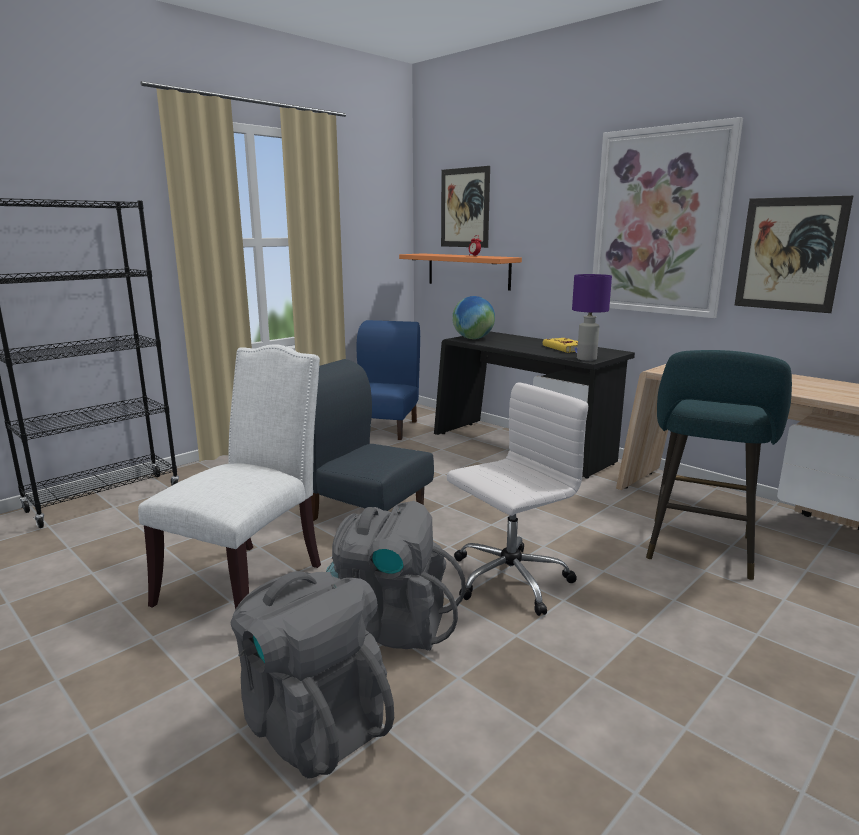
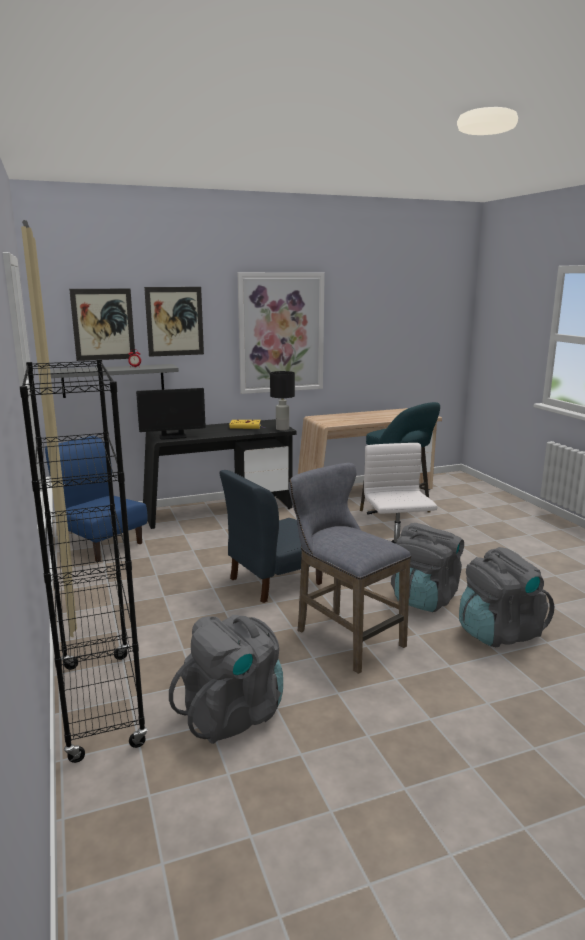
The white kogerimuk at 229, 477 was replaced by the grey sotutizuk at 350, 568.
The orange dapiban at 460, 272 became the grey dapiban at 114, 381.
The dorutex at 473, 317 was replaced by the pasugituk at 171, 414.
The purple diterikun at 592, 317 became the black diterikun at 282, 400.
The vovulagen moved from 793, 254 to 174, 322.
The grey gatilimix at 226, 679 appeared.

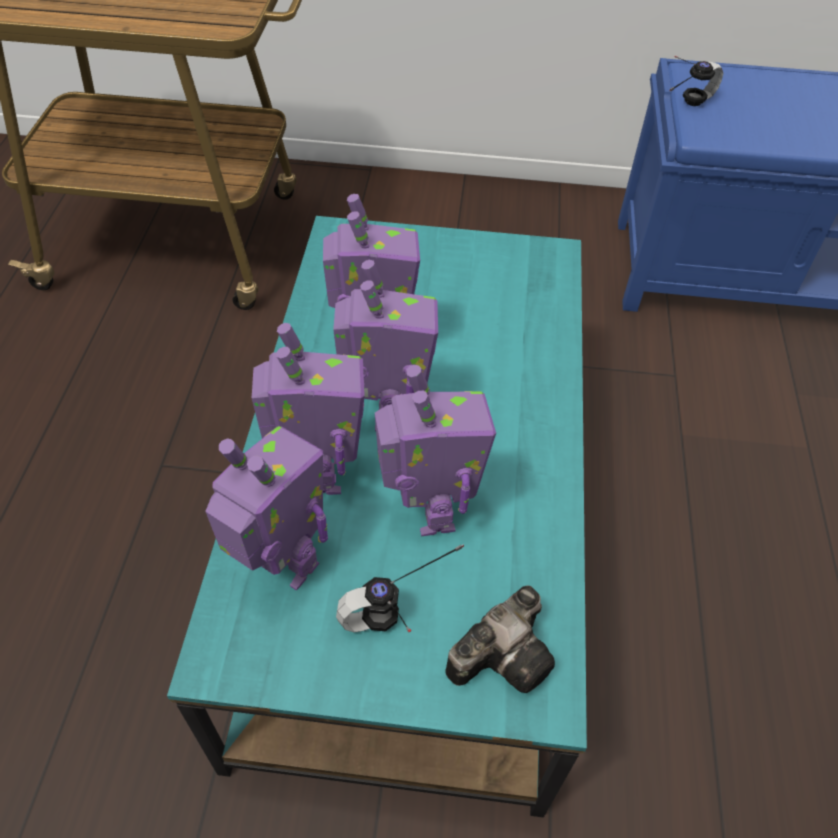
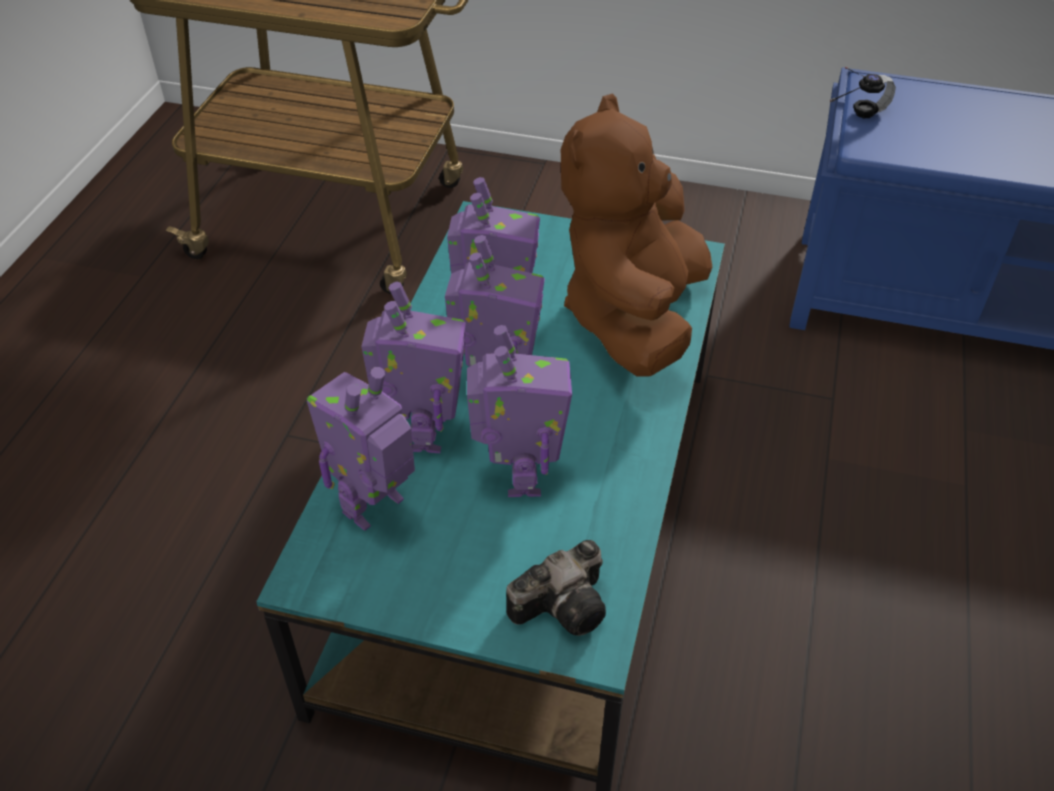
The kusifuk at 266, 508 turned 90 degrees counterclockwise.
The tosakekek at 400, 588 disappeared.
The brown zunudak at 636, 234 appeared.

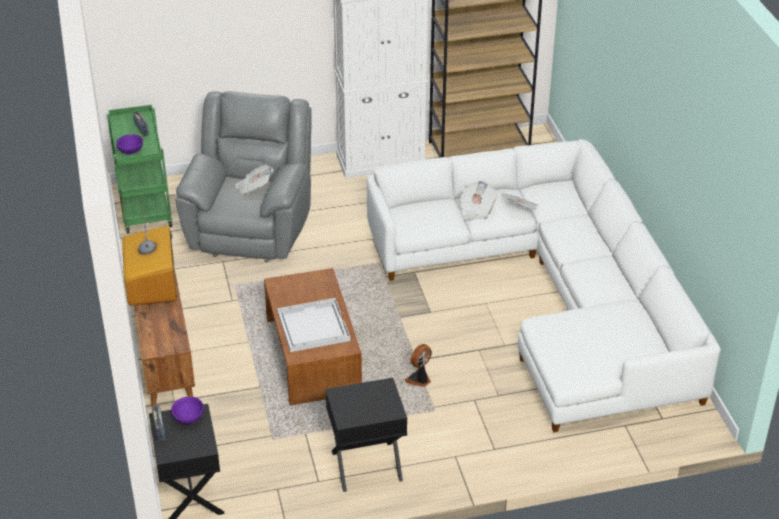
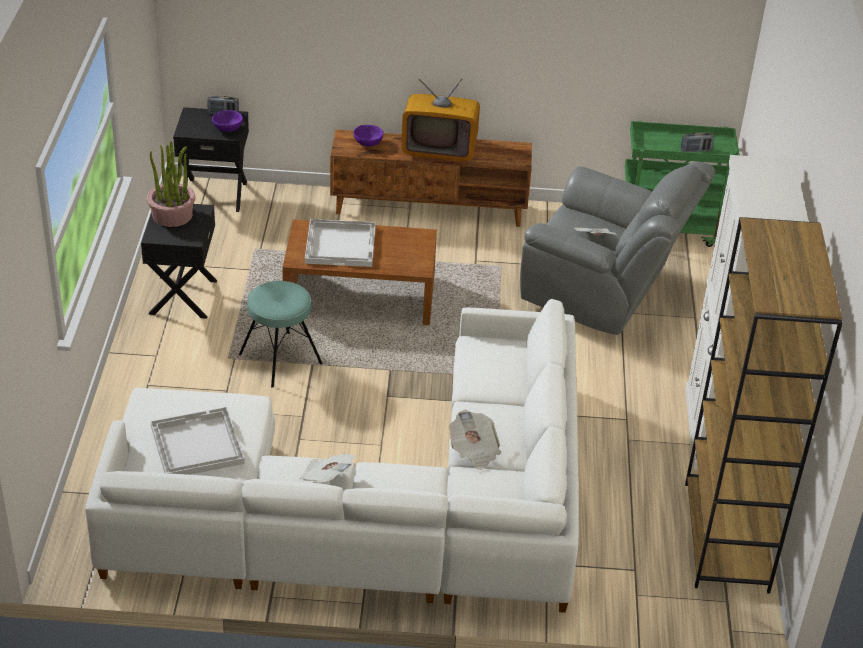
The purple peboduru moved from 129, 144 to 368, 136.
The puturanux at 418, 365 was replaced by the turquoise sotutizuk at 281, 334.
The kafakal moved from 478, 200 to 327, 468.
The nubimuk at 171, 184 appeared.
The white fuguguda at 197, 441 appeared.

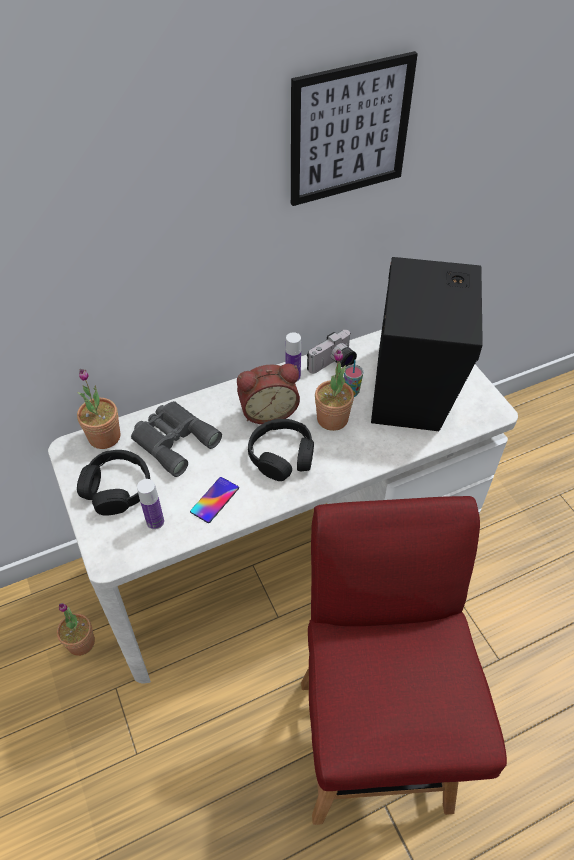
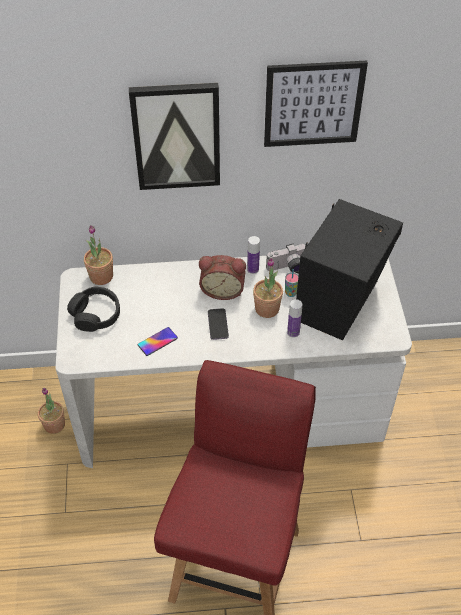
The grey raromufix at 176, 439 disappeared.
The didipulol moved from 150, 504 to 294, 318.
The black tosakekek at 281, 450 was replaced by the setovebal at 218, 324.
The vovulagen at 174, 136 appeared.

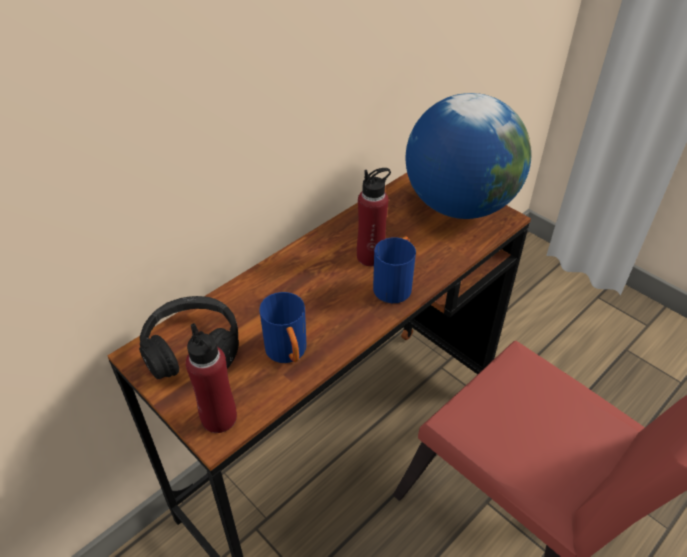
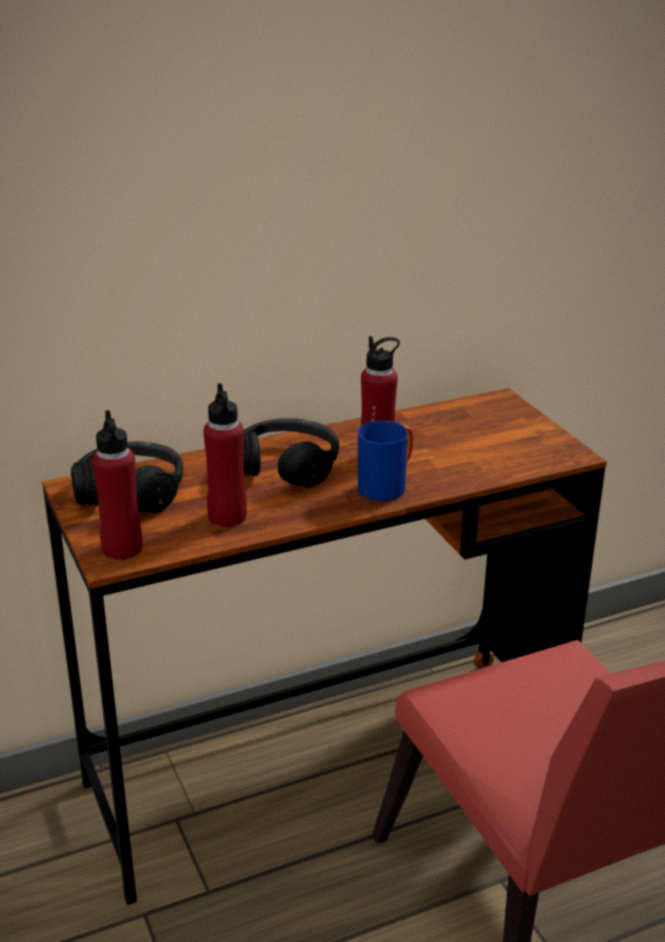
The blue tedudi at 283, 327 was replaced by the red didipulol at 225, 455.
The dorutex at 469, 156 disappeared.
The black tosakekek at 291, 453 appeared.

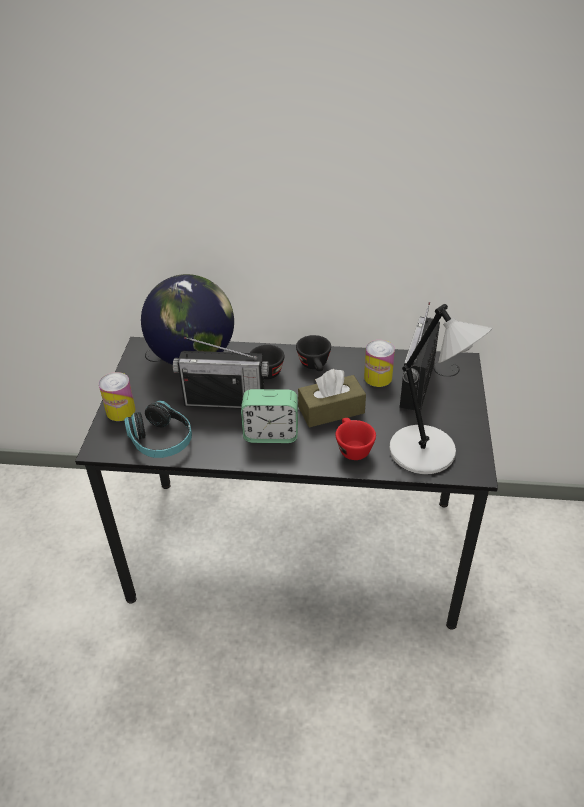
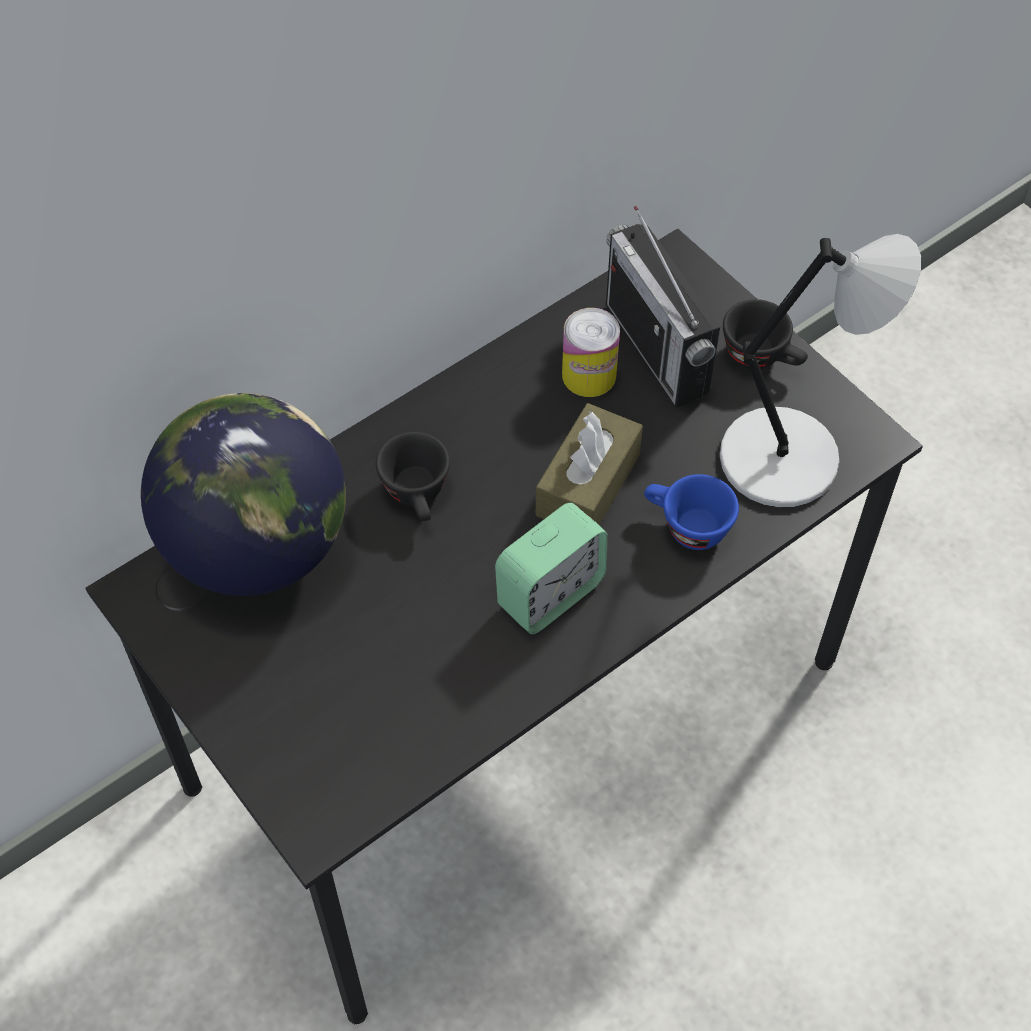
The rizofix at 117, 396 disappeared.
The tosakekek at 158, 429 disappeared.
The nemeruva at 221, 373 disappeared.
The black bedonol moved from 313, 353 to 765, 334.
The red bedonol at 356, 439 became the blue bedonol at 691, 512.

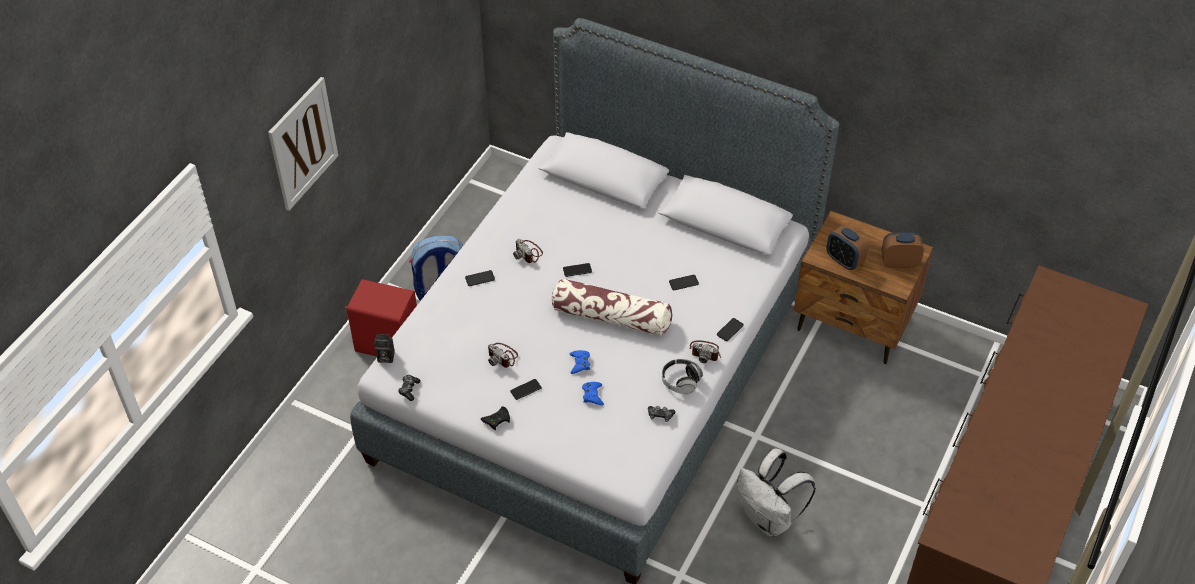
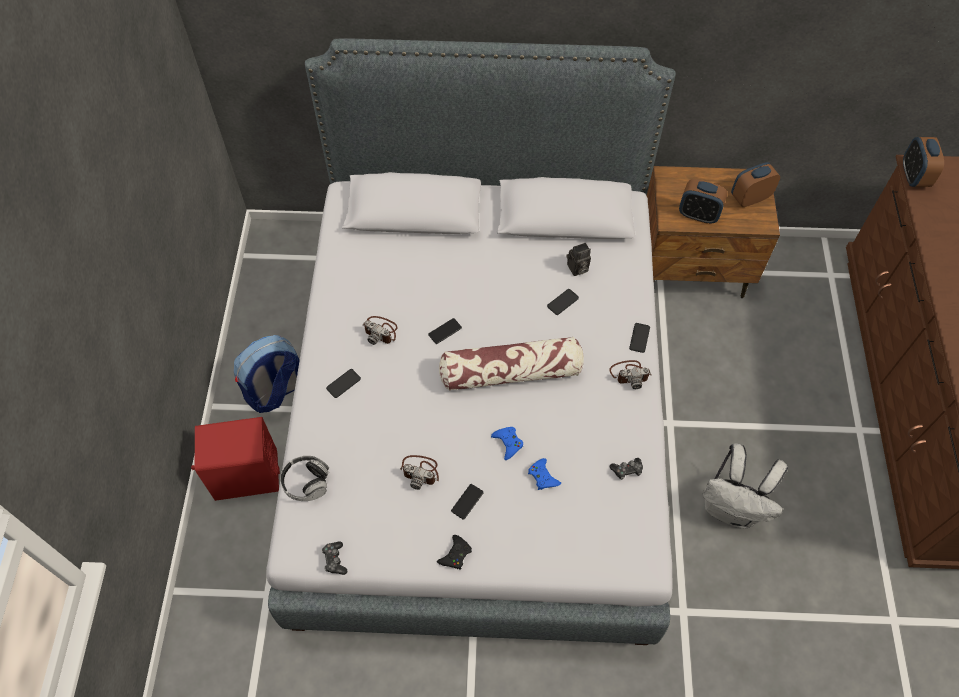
The vovulagen at 303, 144 disappeared.
The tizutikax moved from 384, 348 to 578, 259.
The tosakekek moved from 682, 376 to 304, 478.
The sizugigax at 923, 162 appeared.

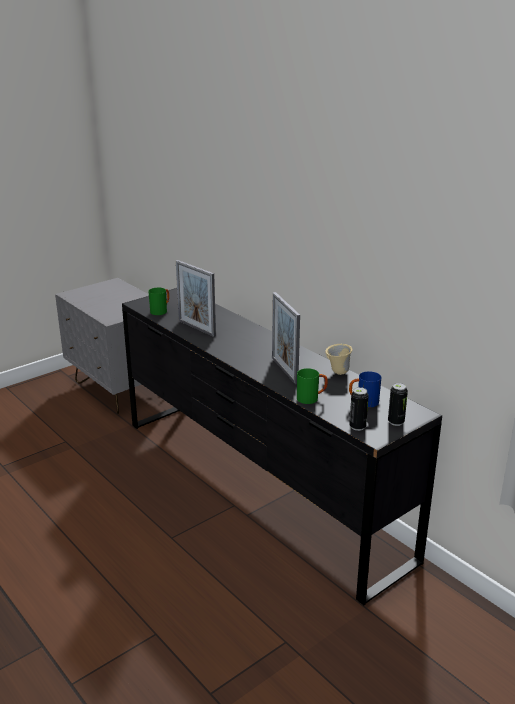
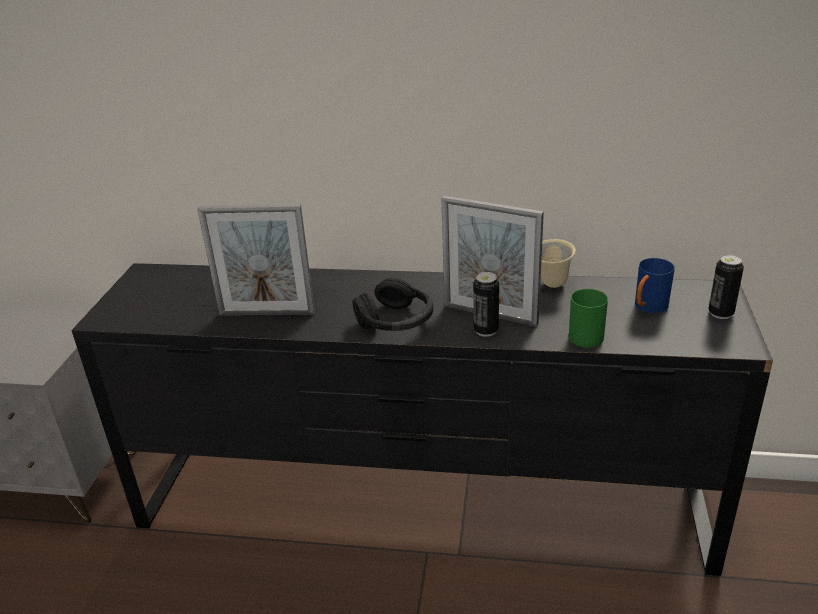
The green tedudi at 159, 301 disappeared.
The rizofix moved from 359, 409 to 486, 304.
The black tosakekek at 393, 304 appeared.

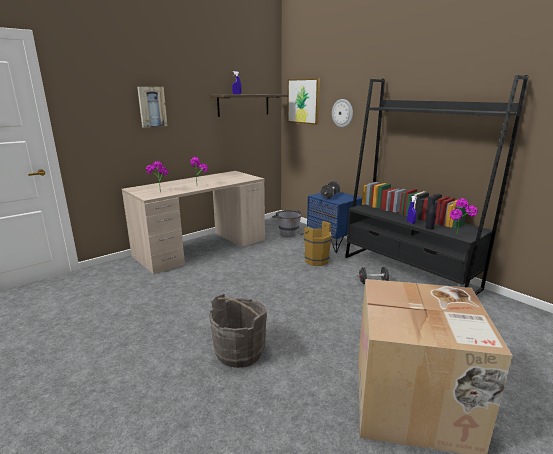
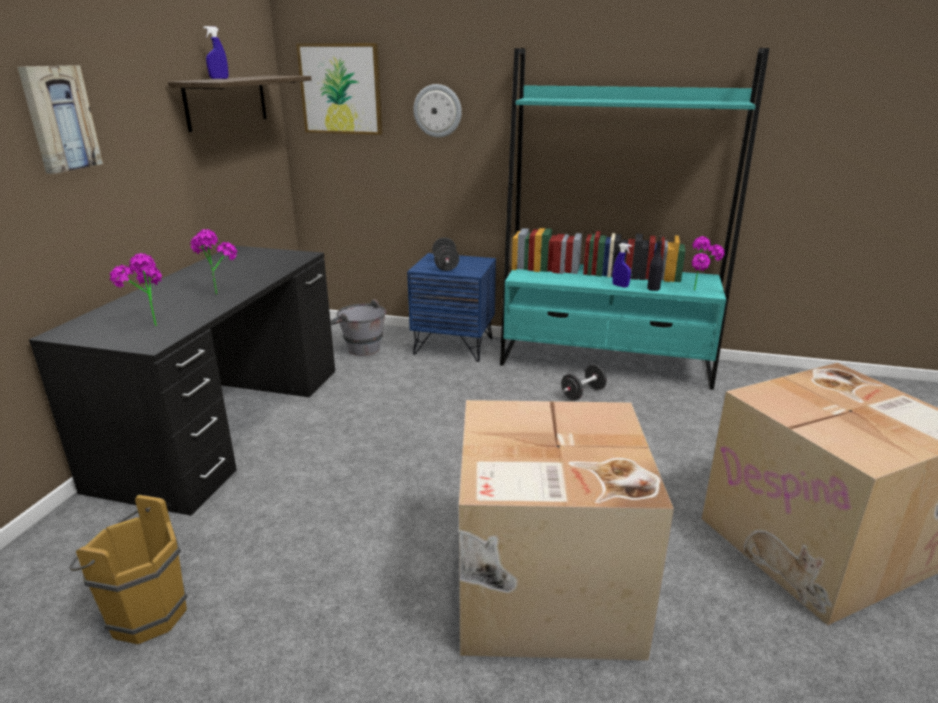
The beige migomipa at 193, 222 became the black migomipa at 182, 381.
The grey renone at 238, 331 was replaced by the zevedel at 566, 530.
The brown renone moved from 316, 243 to 128, 569.
The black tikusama at 437, 185 became the turquoise tikusama at 634, 219.

